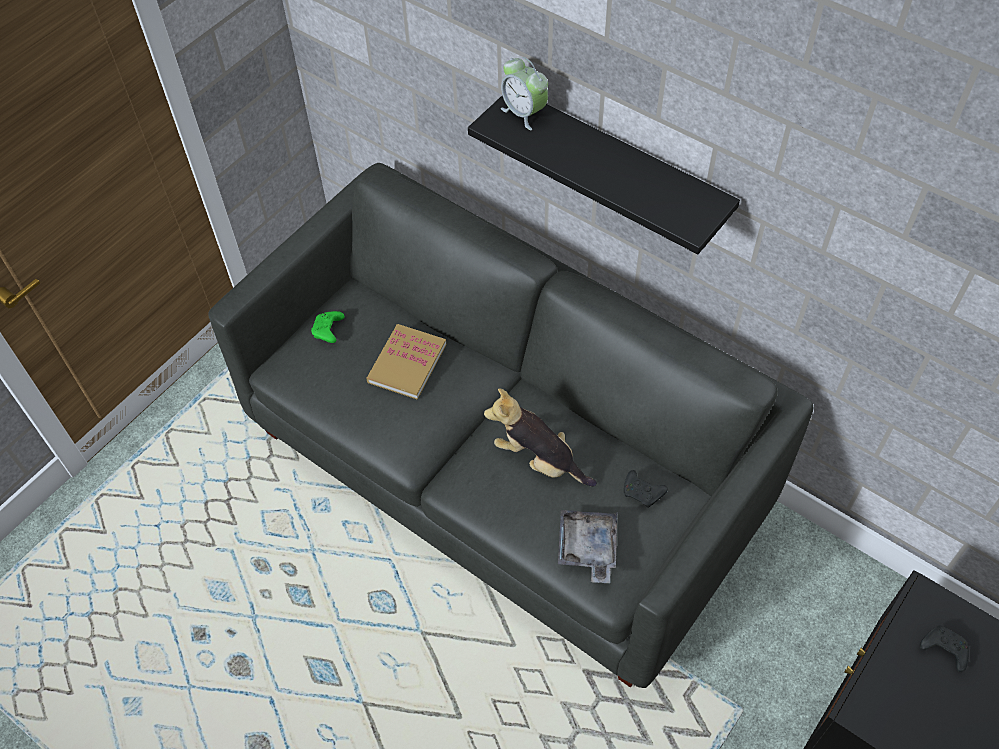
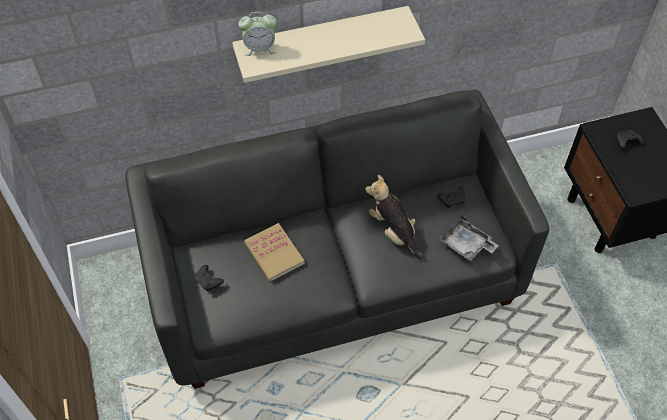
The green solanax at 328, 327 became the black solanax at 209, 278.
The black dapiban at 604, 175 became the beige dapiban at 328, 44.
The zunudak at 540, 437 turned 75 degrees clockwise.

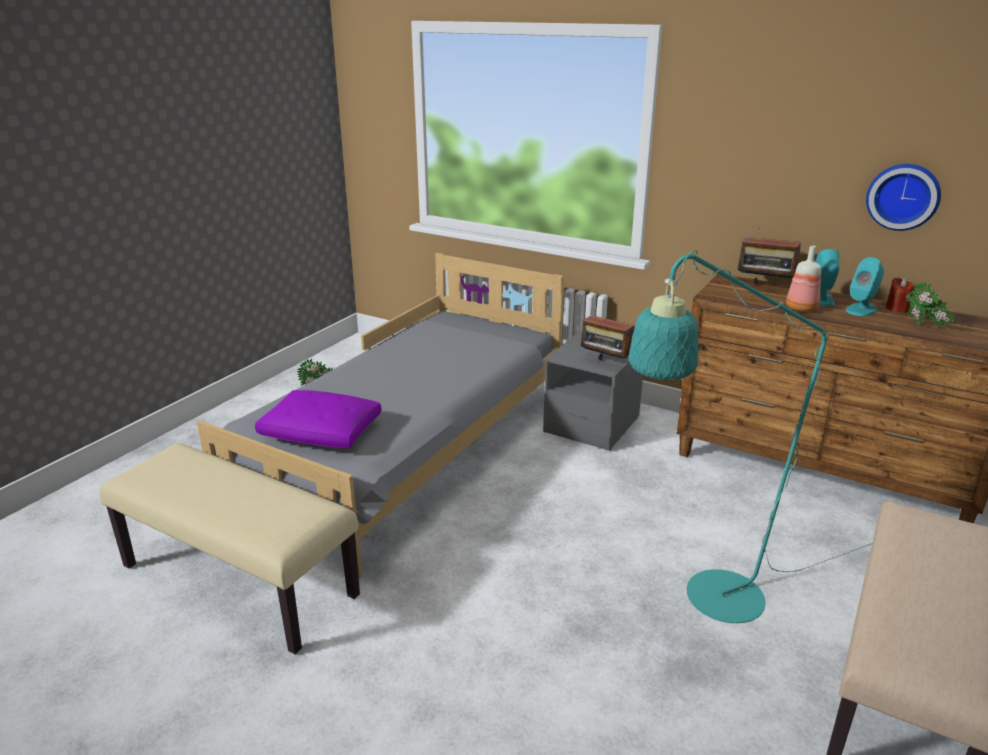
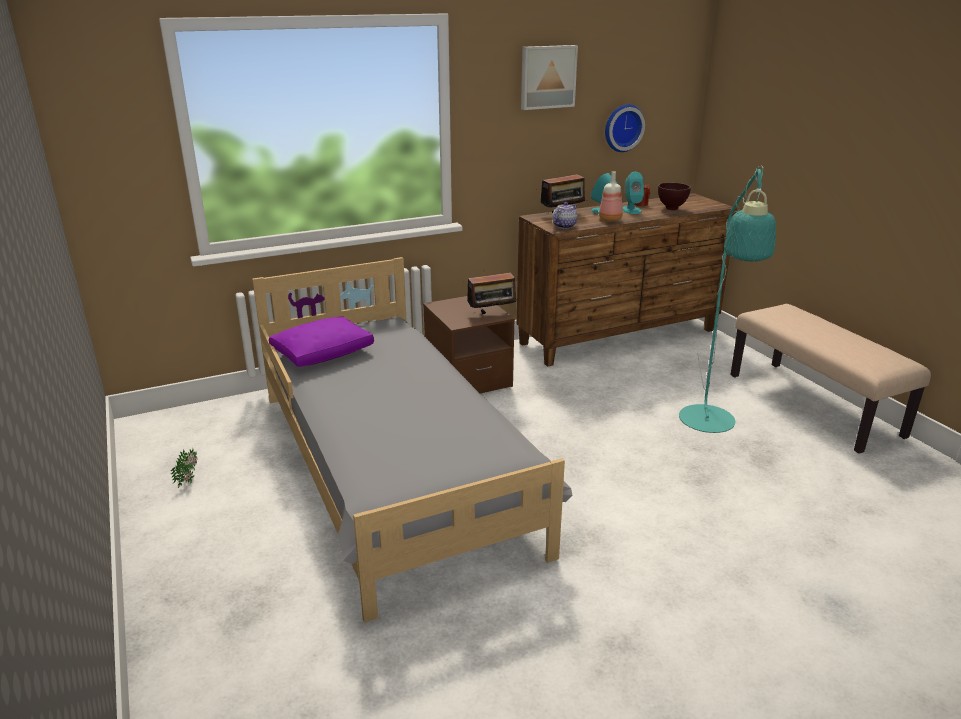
The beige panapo at 229, 548 disappeared.
The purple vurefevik moved from 318, 419 to 321, 341.
The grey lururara at 593, 391 became the brown lururara at 469, 345.
The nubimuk at 931, 304 was replaced by the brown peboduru at 674, 196.
The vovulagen at 549, 77 appeared.
The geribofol at 565, 215 appeared.

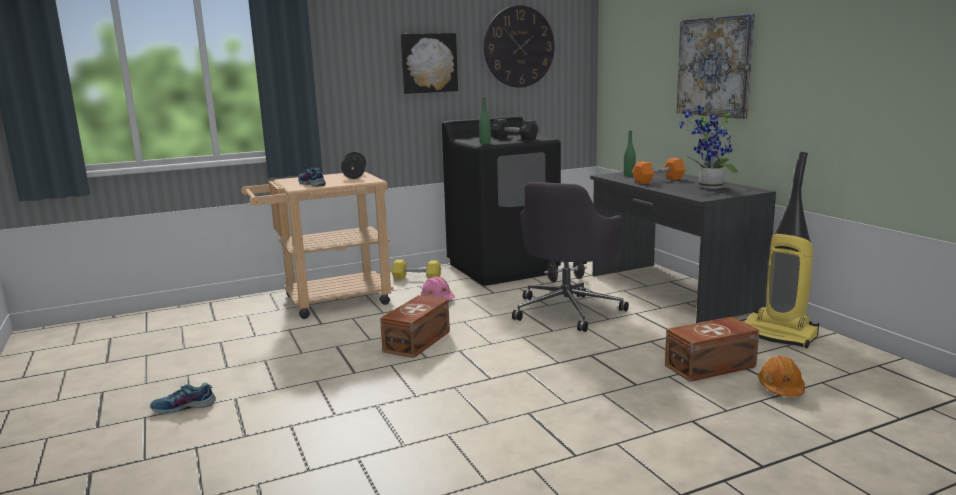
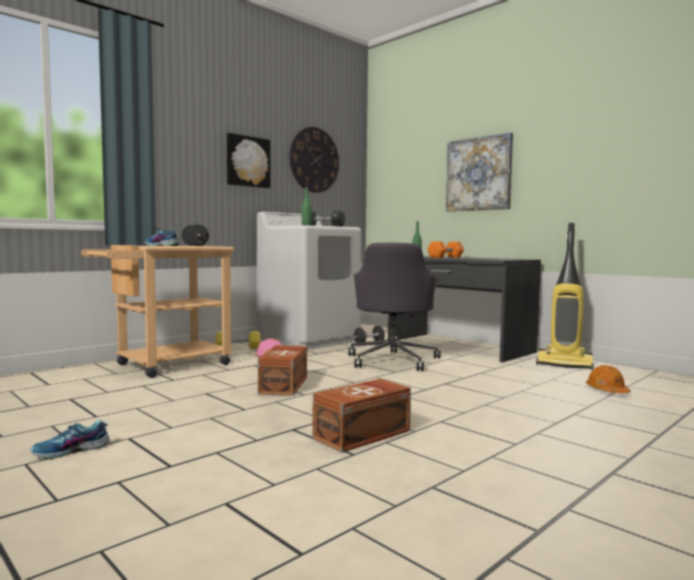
The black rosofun at 501, 201 became the white rosofun at 309, 281.
The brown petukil moved from 712, 349 to 361, 415.
The nubimuk at 706, 147 disappeared.

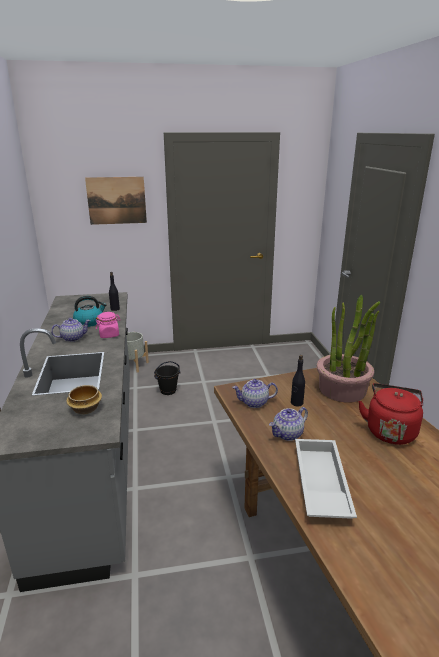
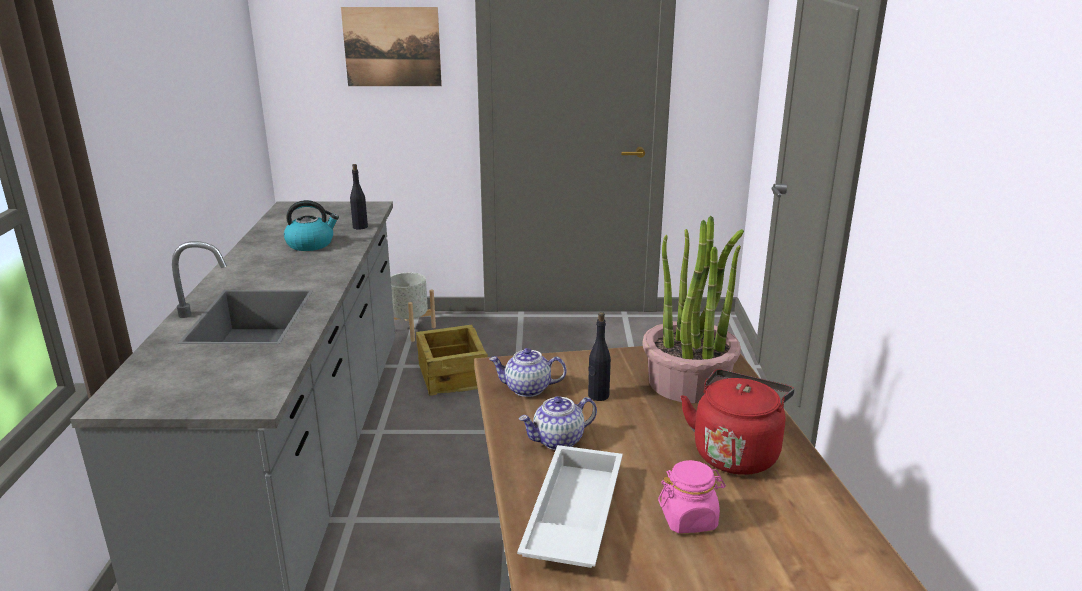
The geribofol at 71, 330 disappeared.
The peboduru at 84, 399 disappeared.
The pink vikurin moved from 108, 325 to 692, 496.
The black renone at 167, 378 was replaced by the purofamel at 452, 360.

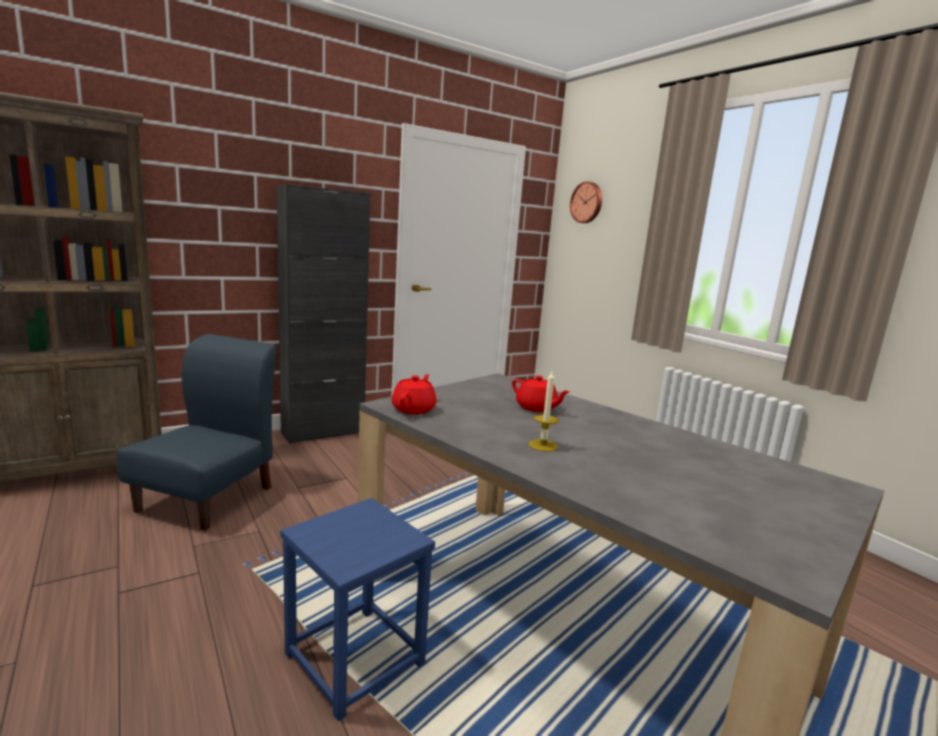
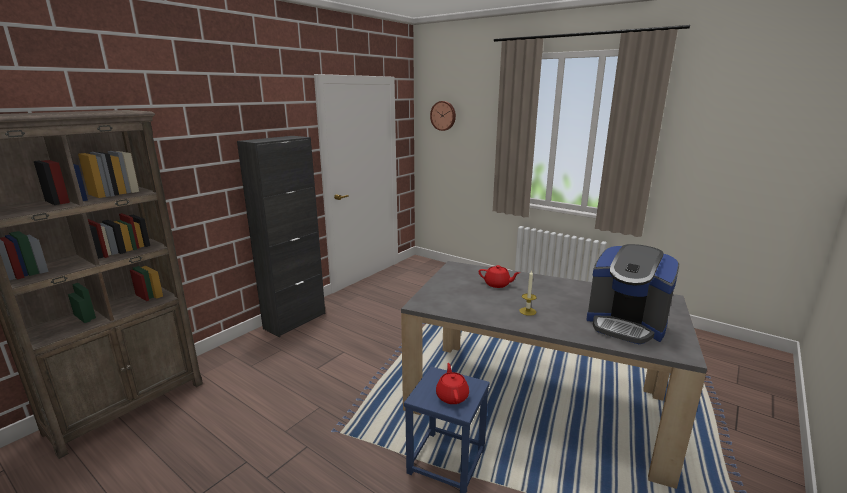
The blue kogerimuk at 196, 432 disappeared.
The red geribofol moved from 414, 394 to 452, 383.
The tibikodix at 632, 294 appeared.

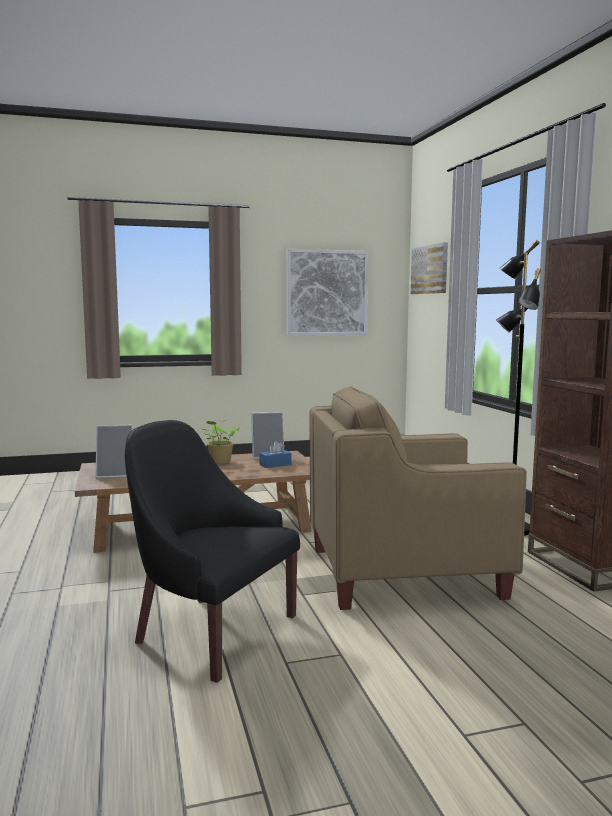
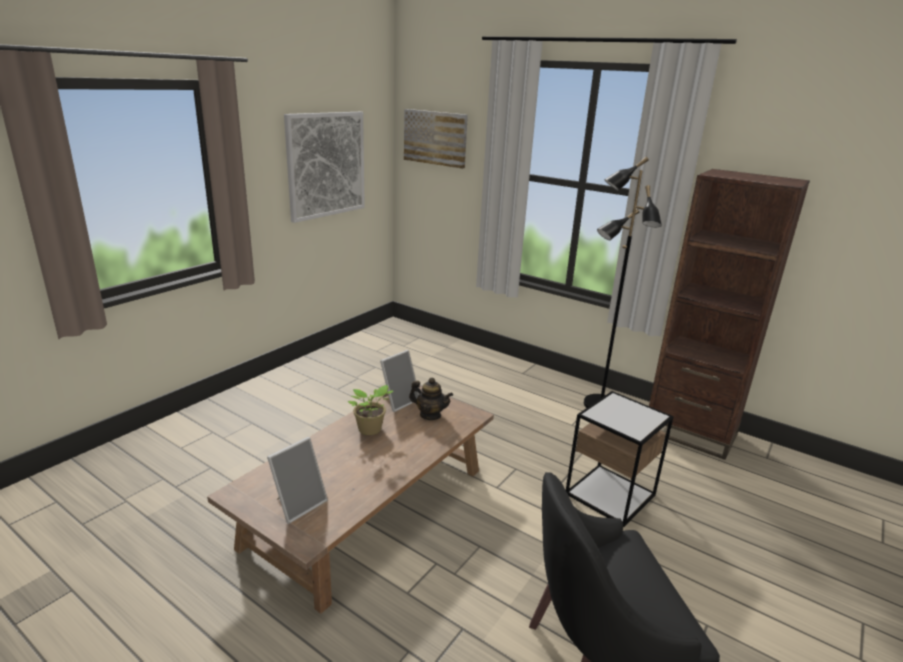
The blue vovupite at 275, 454 was replaced by the geribofol at 431, 398.
The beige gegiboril at 418, 498 was replaced by the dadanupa at 620, 459.

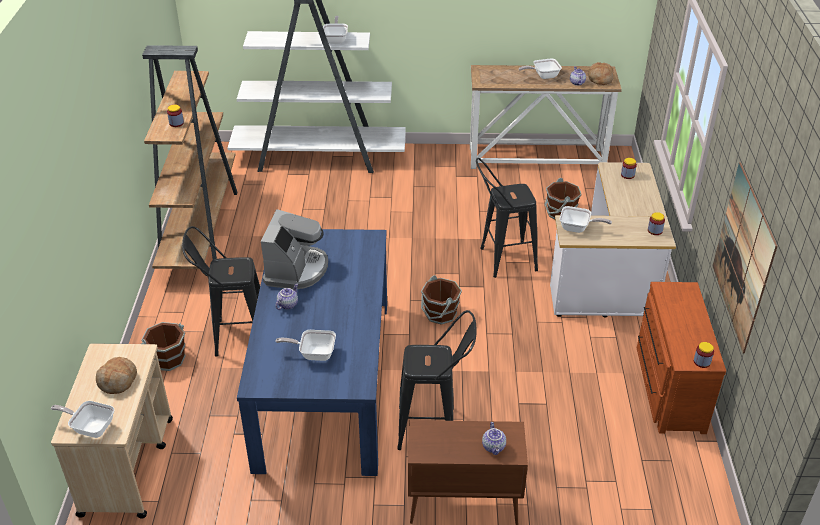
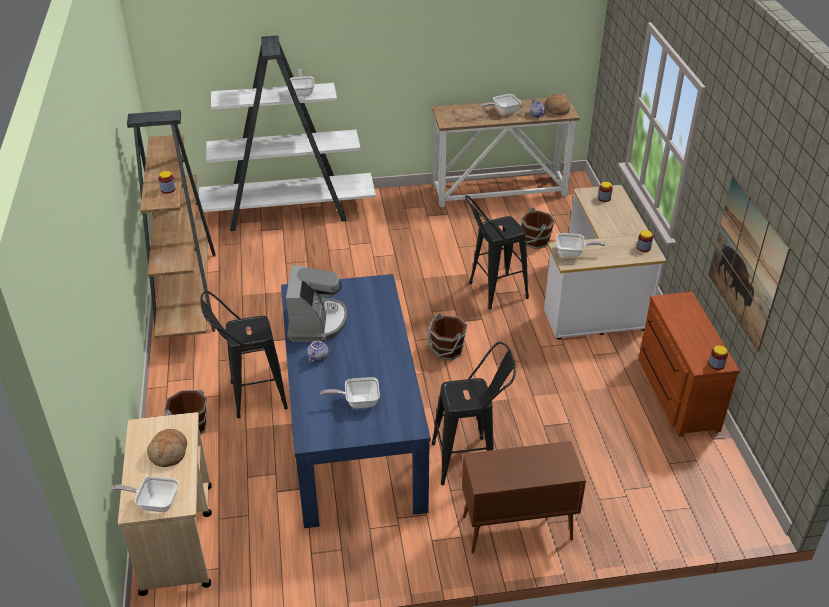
The geribofol at 494, 438 disappeared.

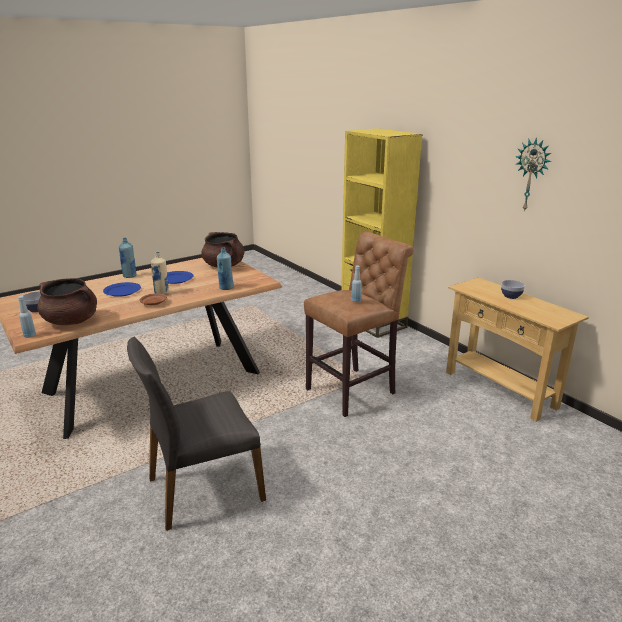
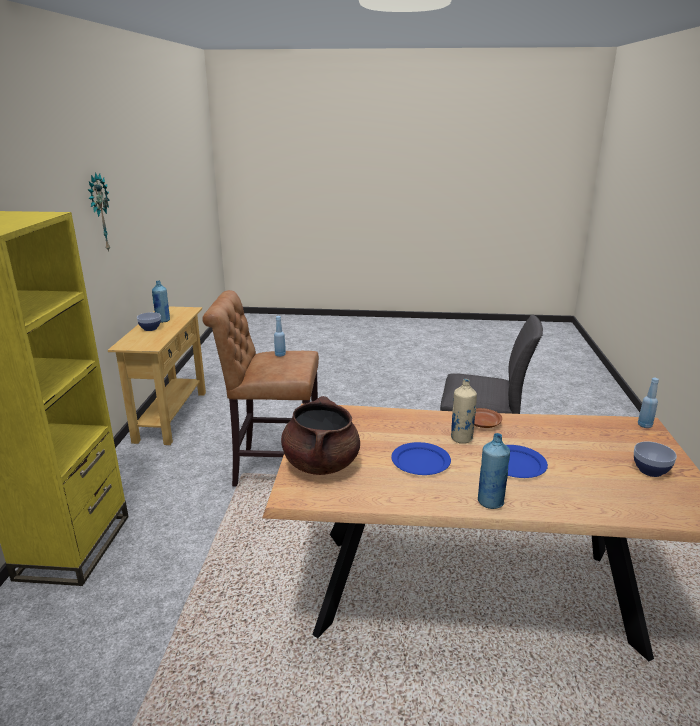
The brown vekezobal at 67, 301 disappeared.
The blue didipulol moved from 225, 268 to 161, 301.

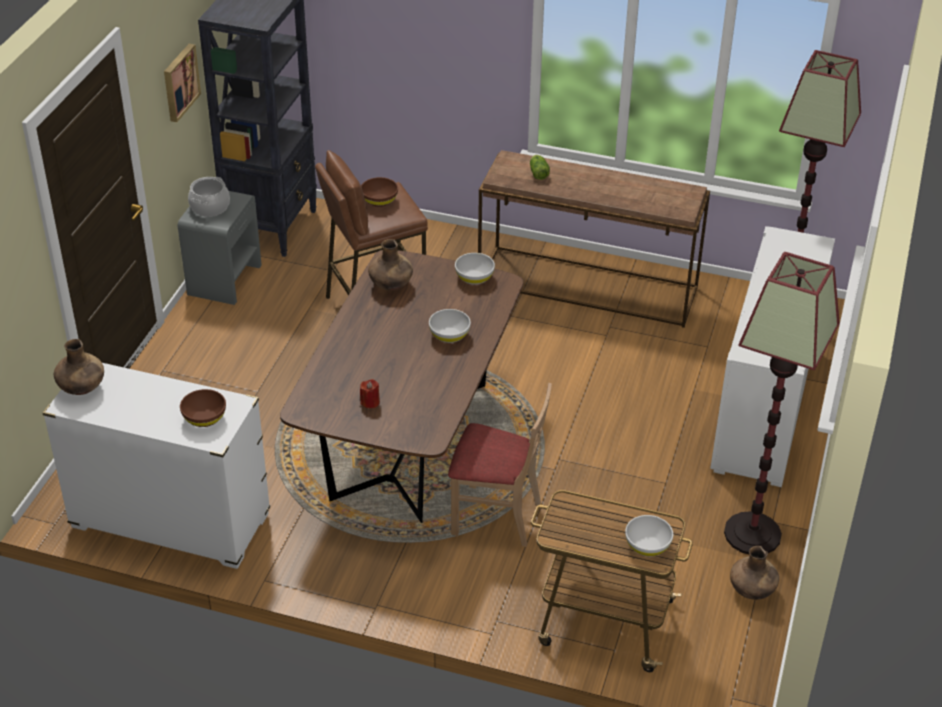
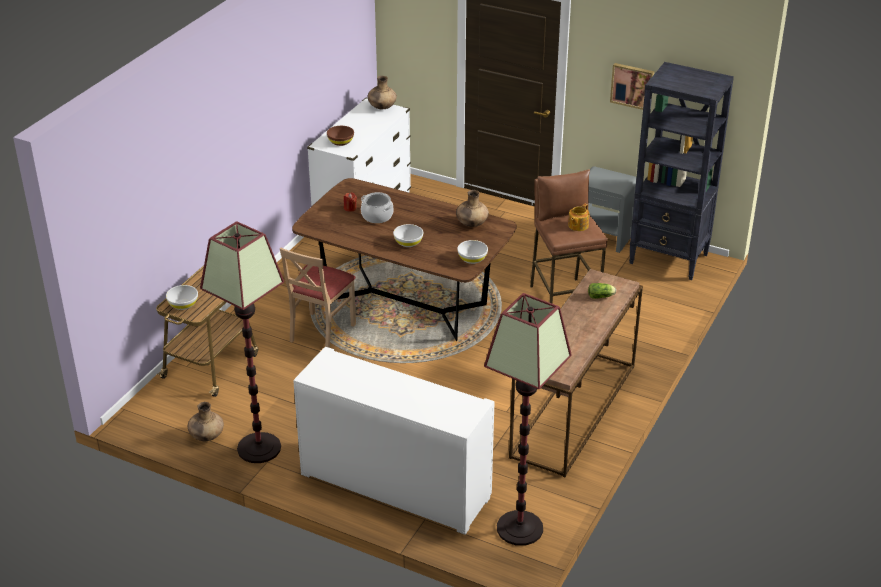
The vekezobal moved from 209, 197 to 377, 207.
The brown peboduru at 379, 192 was replaced by the geribofol at 578, 217.

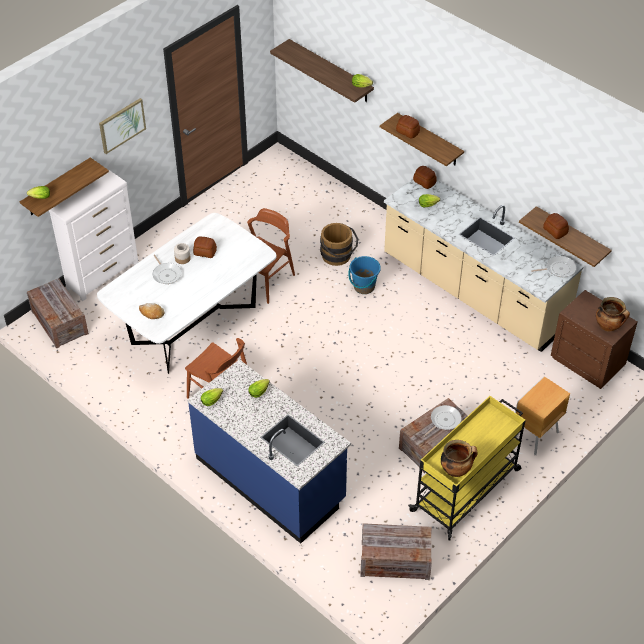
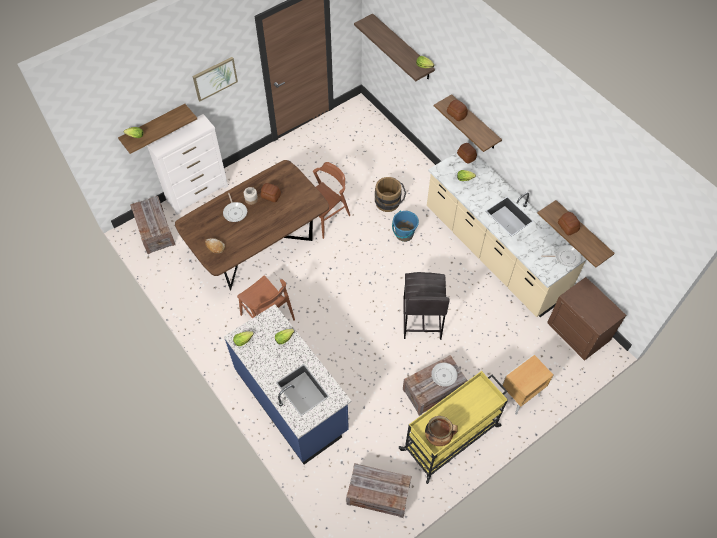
The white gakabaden at 186, 293 became the brown gakabaden at 252, 225.
The vekezobal at 613, 314 disappeared.
The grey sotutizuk at 426, 306 appeared.

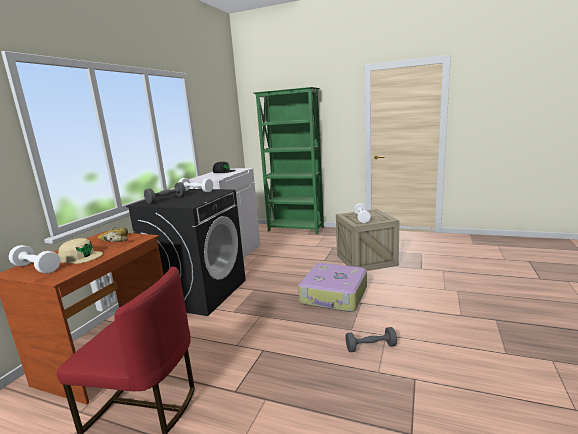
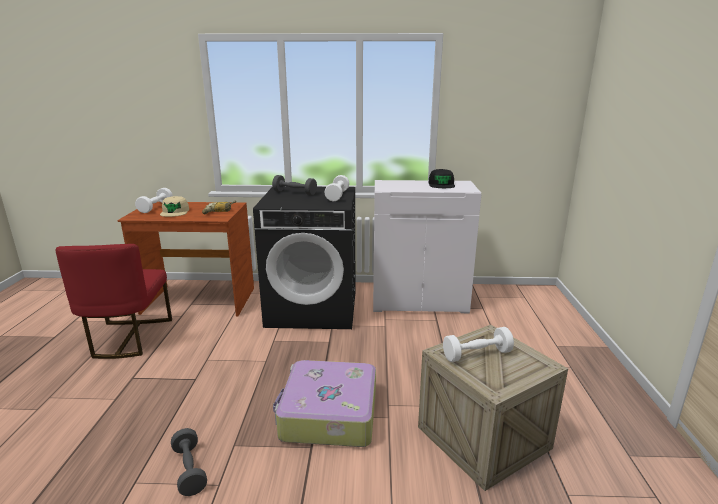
The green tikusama at 289, 160 disappeared.

